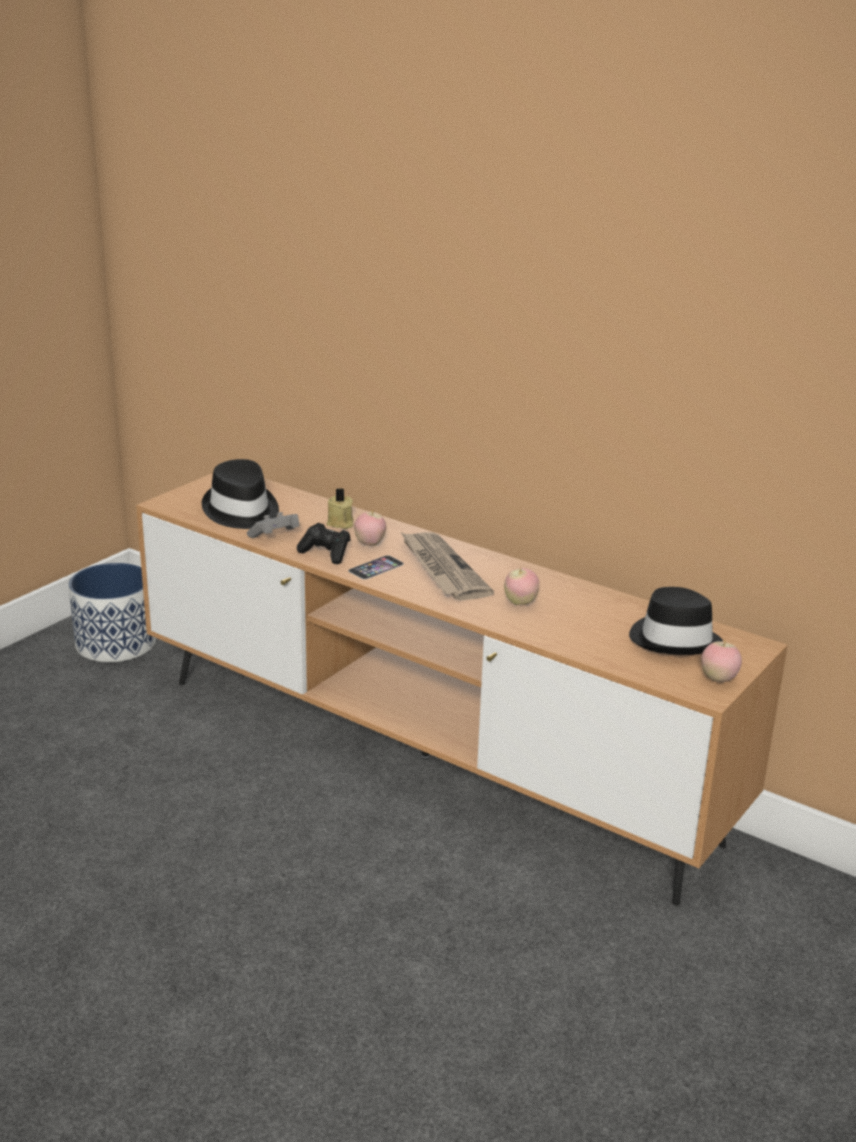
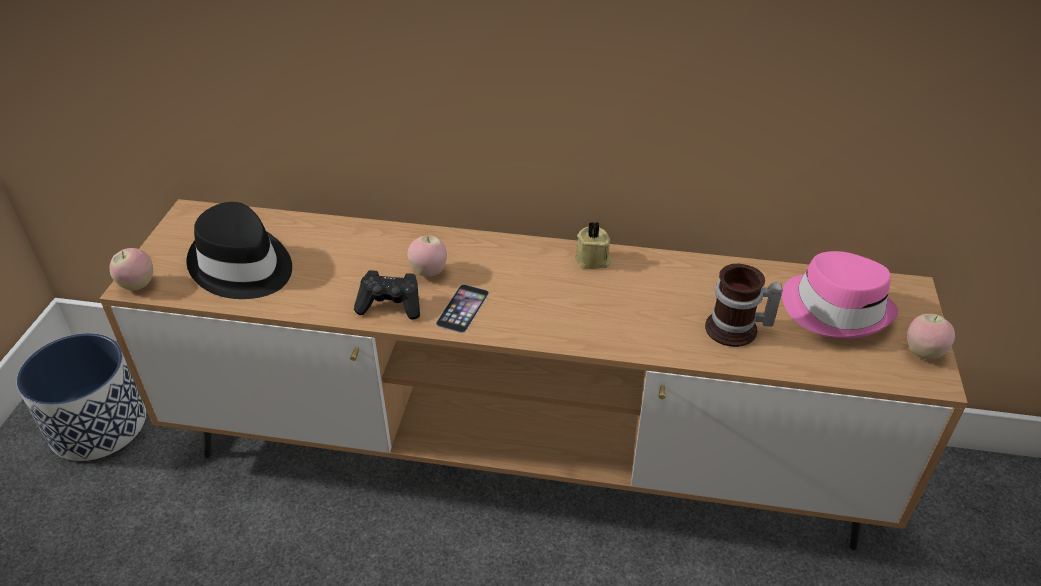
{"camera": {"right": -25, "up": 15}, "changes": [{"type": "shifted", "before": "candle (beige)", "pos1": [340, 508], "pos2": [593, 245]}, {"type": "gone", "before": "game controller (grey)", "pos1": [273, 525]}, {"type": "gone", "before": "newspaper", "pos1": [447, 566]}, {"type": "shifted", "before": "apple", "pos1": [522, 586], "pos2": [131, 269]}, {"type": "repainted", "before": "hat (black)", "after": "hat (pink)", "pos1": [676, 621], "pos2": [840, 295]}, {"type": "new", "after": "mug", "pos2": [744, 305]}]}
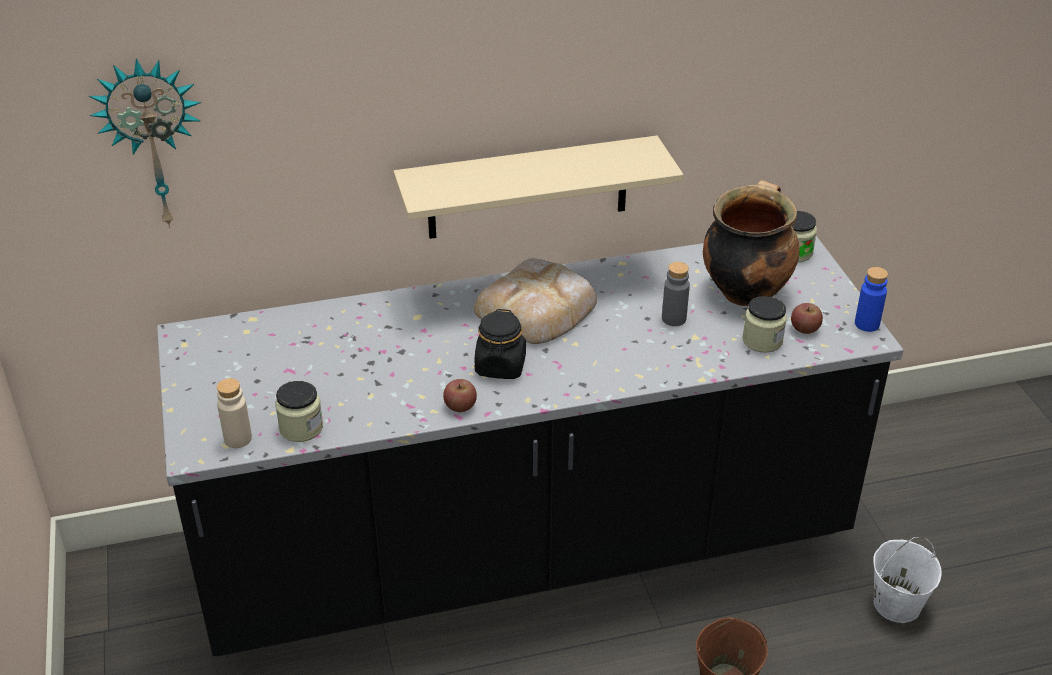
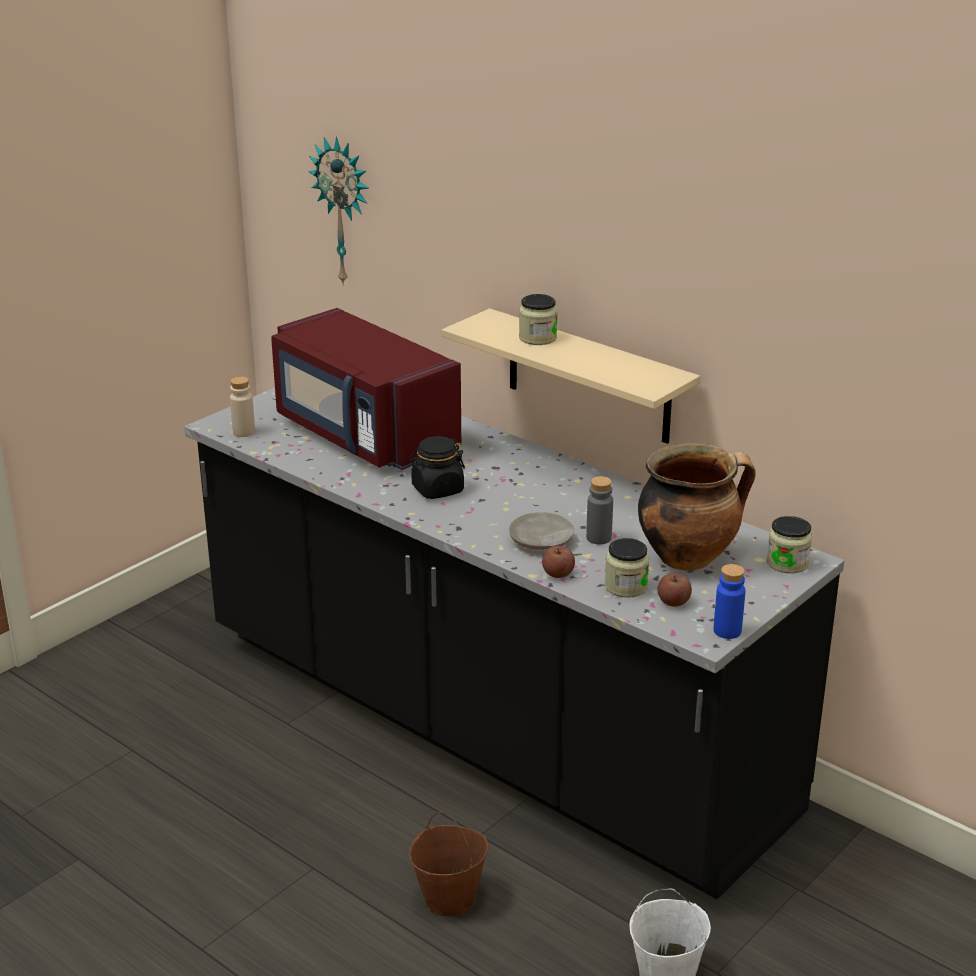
{"camera": {"right": 55, "up": -10}, "changes": [{"type": "gone", "before": "bread", "pos1": [535, 301]}, {"type": "shifted", "before": "apple", "pos1": [460, 395], "pos2": [558, 562]}, {"type": "shifted", "before": "jar", "pos1": [299, 411], "pos2": [538, 319]}, {"type": "new", "after": "microwave (red)", "pos2": [366, 389]}, {"type": "new", "after": "plate (beige)", "pos2": [541, 531]}]}
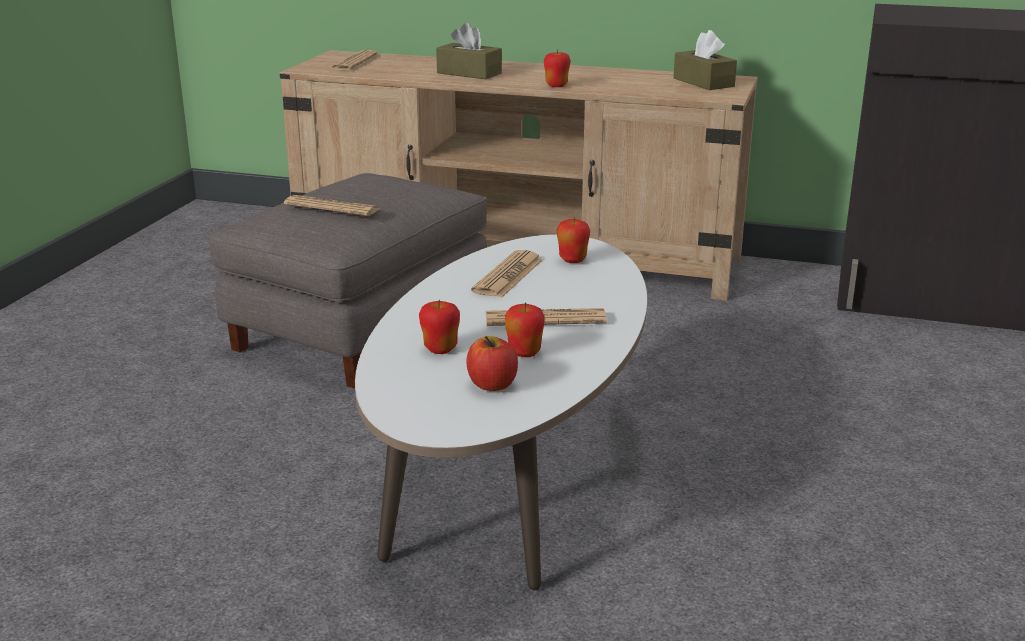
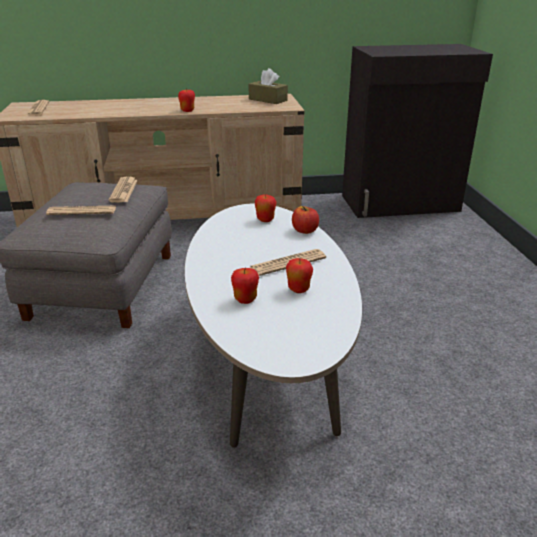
{"camera": {"right": -25, "up": 5}, "changes": [{"type": "gone", "before": "tissue box (brown)", "pos1": [469, 51]}, {"type": "shifted", "before": "newspaper", "pos1": [507, 273], "pos2": [123, 189]}, {"type": "shifted", "before": "apple", "pos1": [492, 363], "pos2": [305, 220]}]}
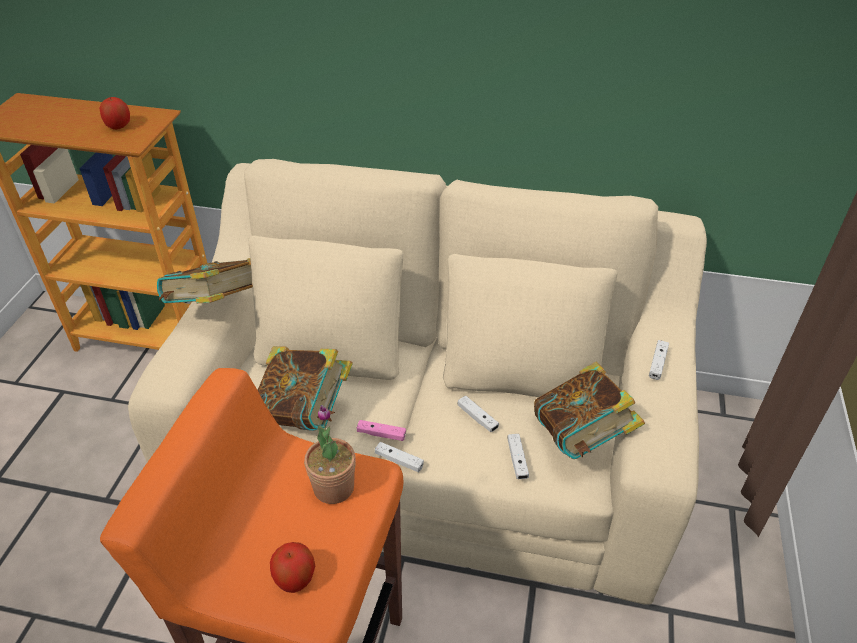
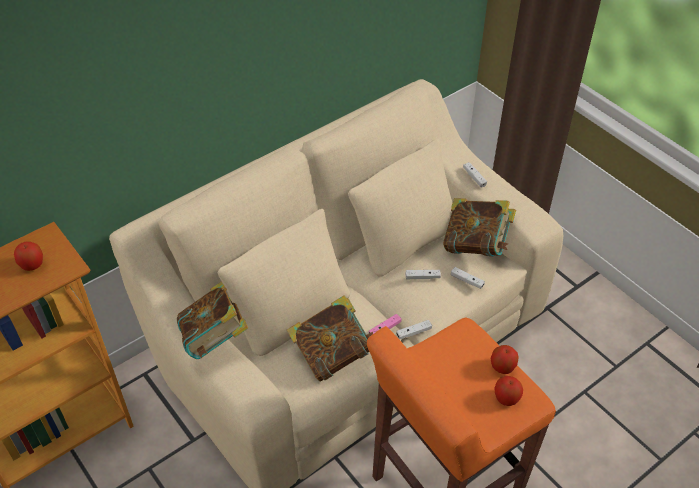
{"camera": {"right": -50, "up": 5}, "changes": [{"type": "gone", "before": "potted plant", "pos1": [330, 454]}, {"type": "new", "after": "apple", "pos2": [504, 359]}]}
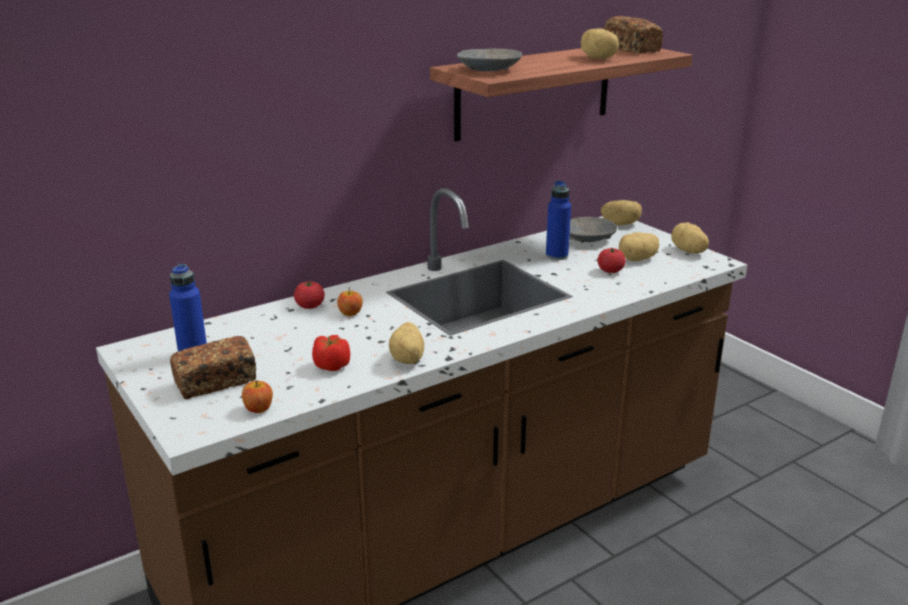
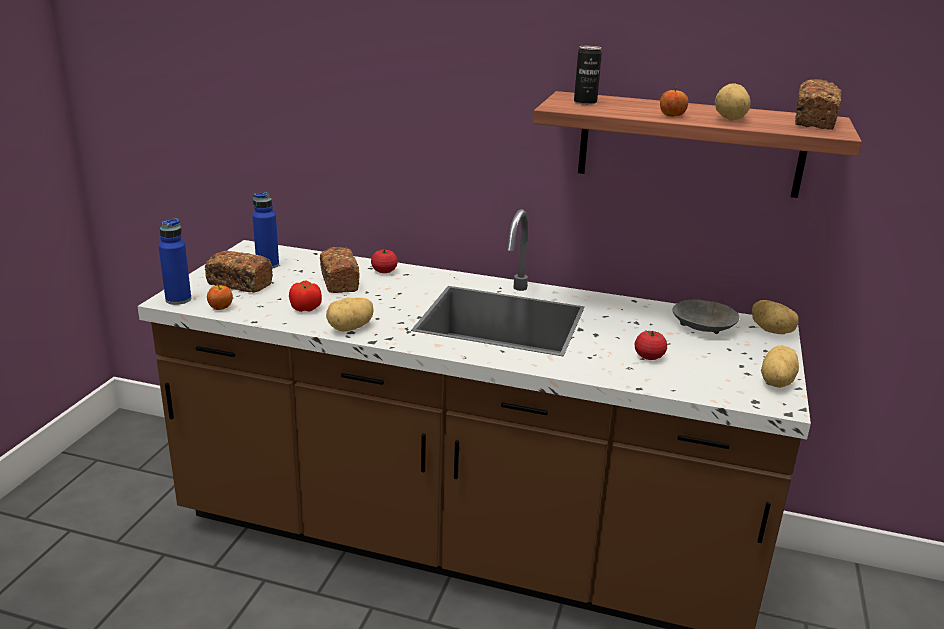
{"camera": {"right": 50, "up": 0}, "changes": [{"type": "swapped", "before": "bowl (grey)", "after": "can", "pos1": [489, 59], "pos2": [588, 75]}, {"type": "shifted", "before": "bottle (blue)", "pos1": [558, 220], "pos2": [174, 262]}, {"type": "gone", "before": "potato", "pos1": [639, 246]}, {"type": "shifted", "before": "apple", "pos1": [350, 301], "pos2": [674, 101]}, {"type": "new", "after": "bread", "pos2": [340, 270]}]}
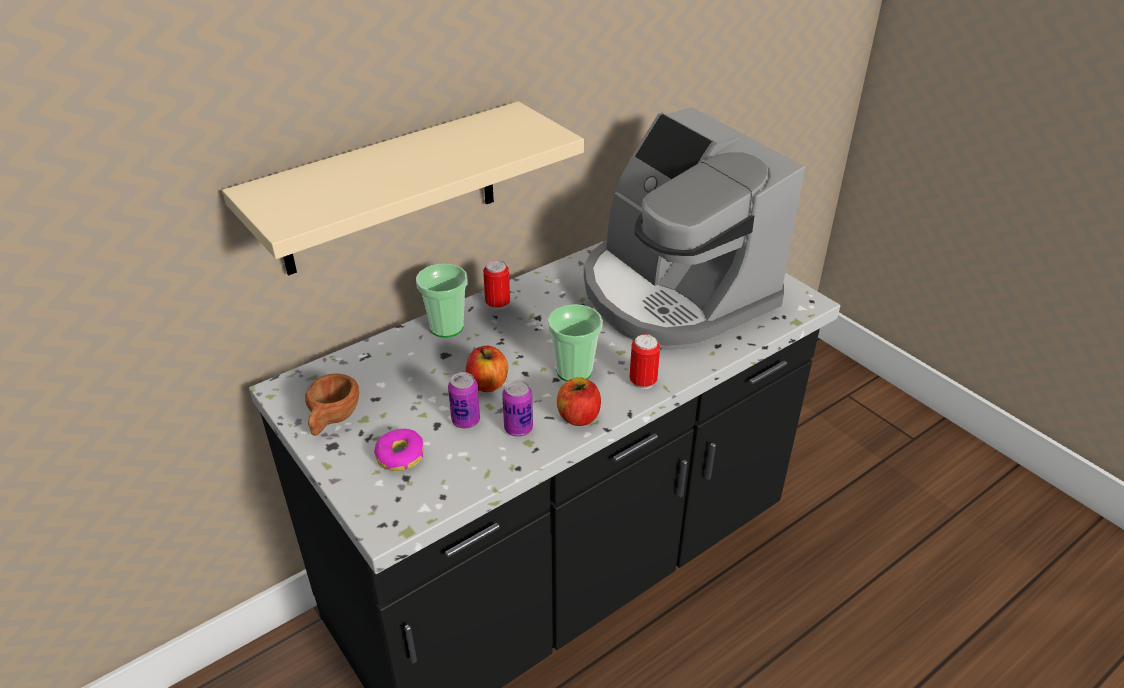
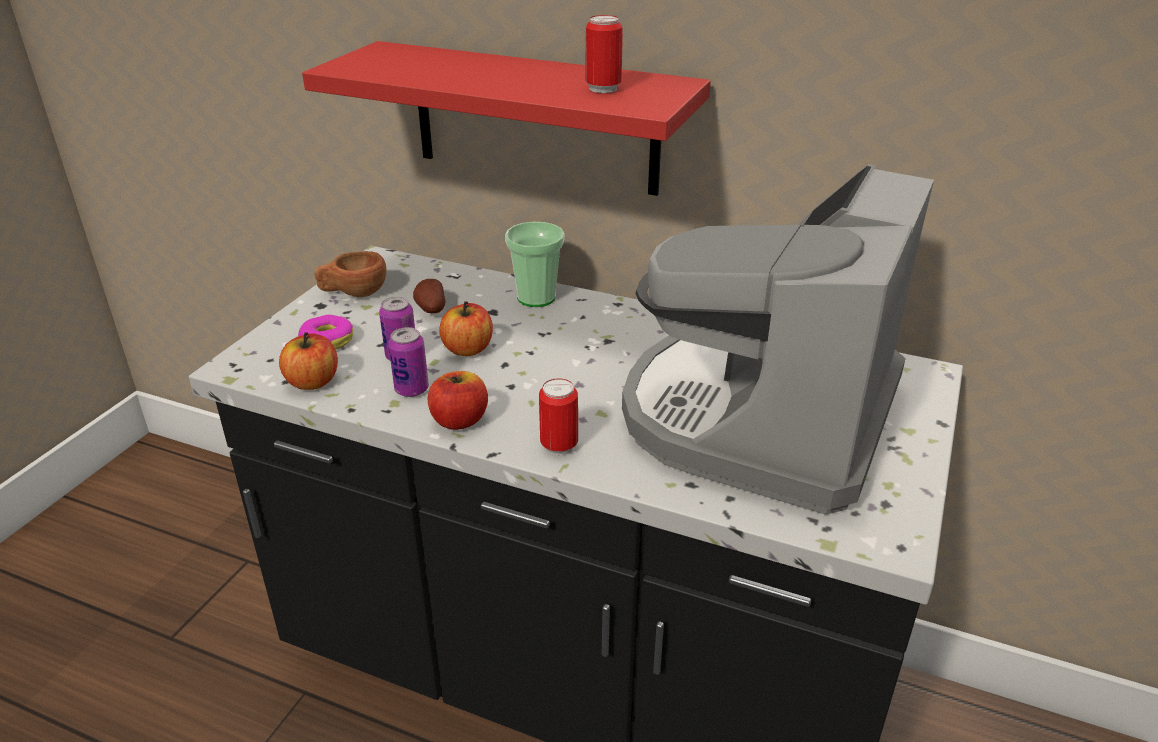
{"camera": {"right": 60, "up": -5}, "changes": [{"type": "repainted", "before": "shelf (beige)", "after": "shelf (red)", "pos1": [403, 188], "pos2": [506, 118]}, {"type": "shifted", "before": "can", "pos1": [496, 285], "pos2": [604, 54]}, {"type": "gone", "before": "cup", "pos1": [575, 343]}, {"type": "new", "after": "potato", "pos2": [429, 296]}, {"type": "new", "after": "apple", "pos2": [308, 361]}]}
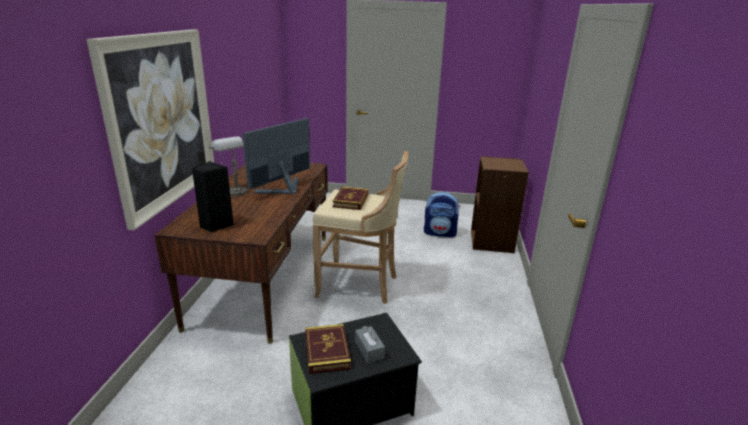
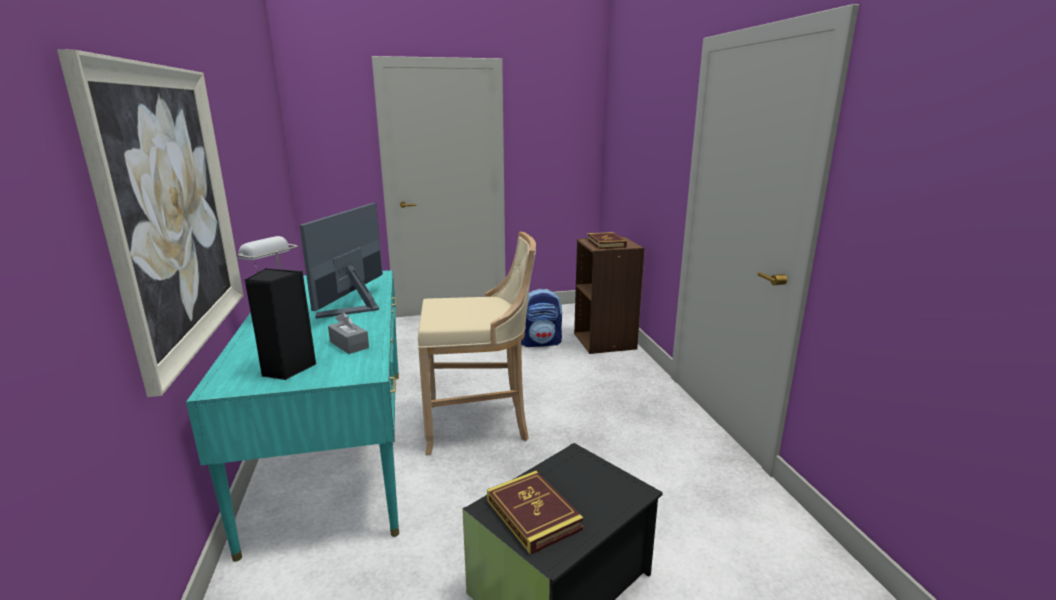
{"camera": {"right": -20, "up": -5}, "changes": [{"type": "repainted", "before": "desk (brown)", "after": "desk (turquoise)", "pos1": [241, 253], "pos2": [292, 416]}, {"type": "shifted", "before": "book", "pos1": [351, 198], "pos2": [607, 240]}, {"type": "shifted", "before": "tissue box (grey)", "pos1": [370, 344], "pos2": [348, 333]}]}
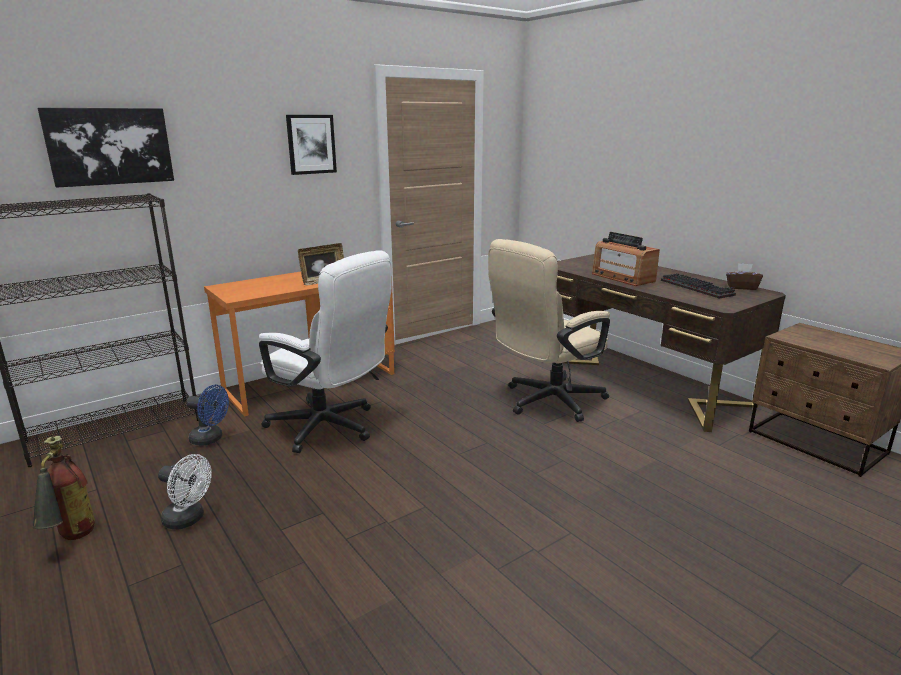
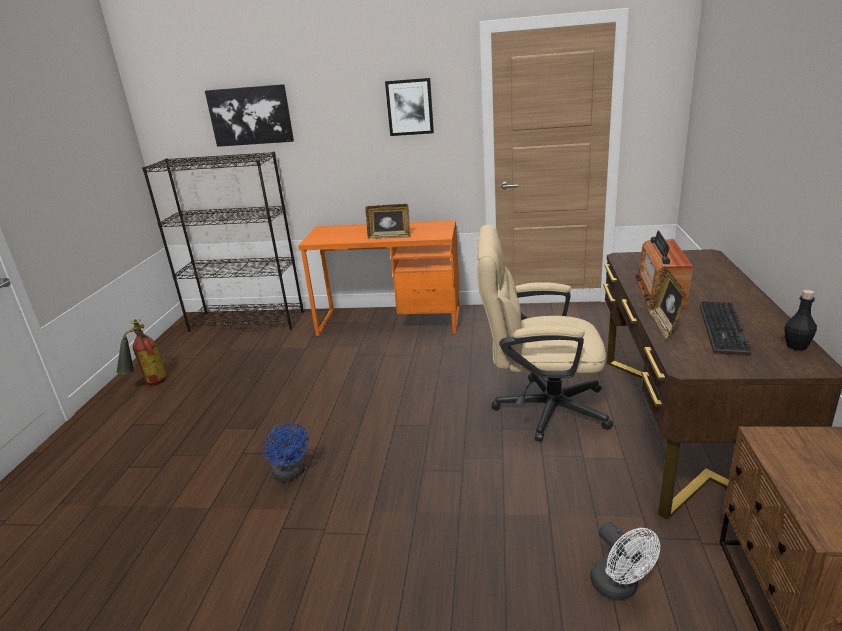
{"camera": {"right": 45, "up": 5}, "changes": [{"type": "gone", "before": "office chair (white)", "pos1": [325, 351]}, {"type": "swapped", "before": "tissue box (brown)", "after": "bottle (black)", "pos1": [744, 276], "pos2": [801, 320]}, {"type": "shifted", "before": "fan (blue)", "pos1": [207, 415], "pos2": [286, 452]}, {"type": "shifted", "before": "fan (white)", "pos1": [185, 492], "pos2": [625, 561]}, {"type": "new", "after": "picture frame", "pos2": [667, 303]}]}
